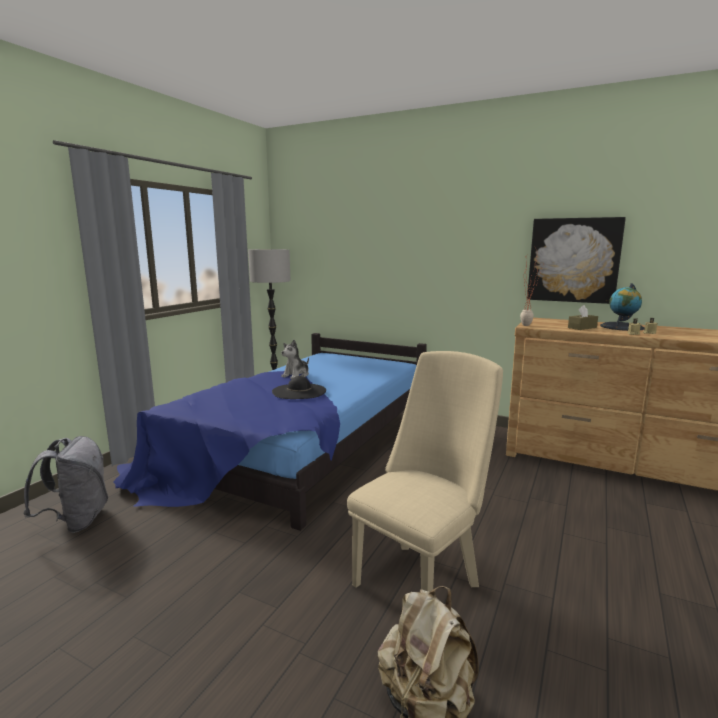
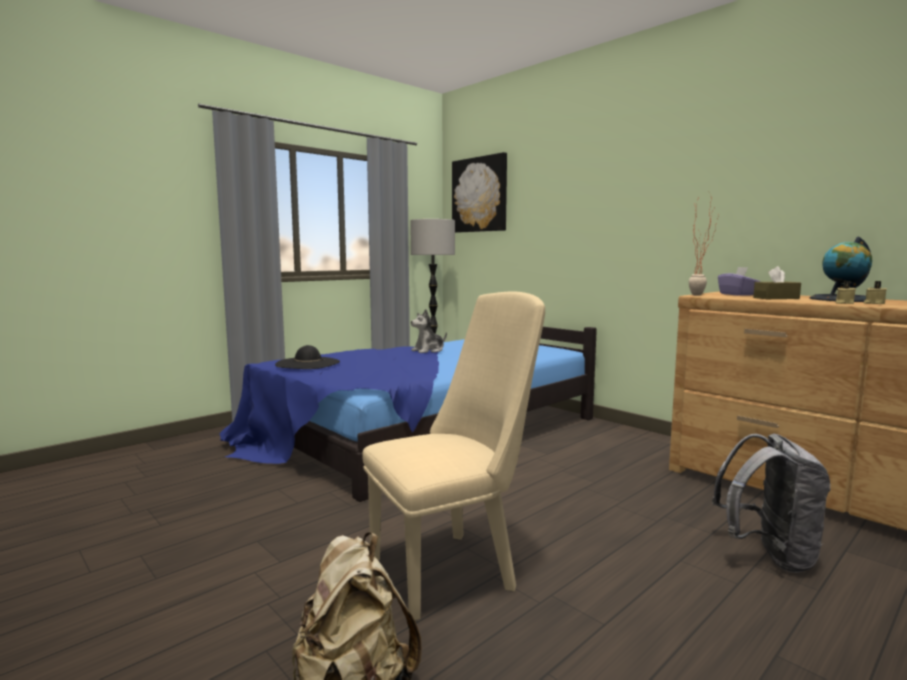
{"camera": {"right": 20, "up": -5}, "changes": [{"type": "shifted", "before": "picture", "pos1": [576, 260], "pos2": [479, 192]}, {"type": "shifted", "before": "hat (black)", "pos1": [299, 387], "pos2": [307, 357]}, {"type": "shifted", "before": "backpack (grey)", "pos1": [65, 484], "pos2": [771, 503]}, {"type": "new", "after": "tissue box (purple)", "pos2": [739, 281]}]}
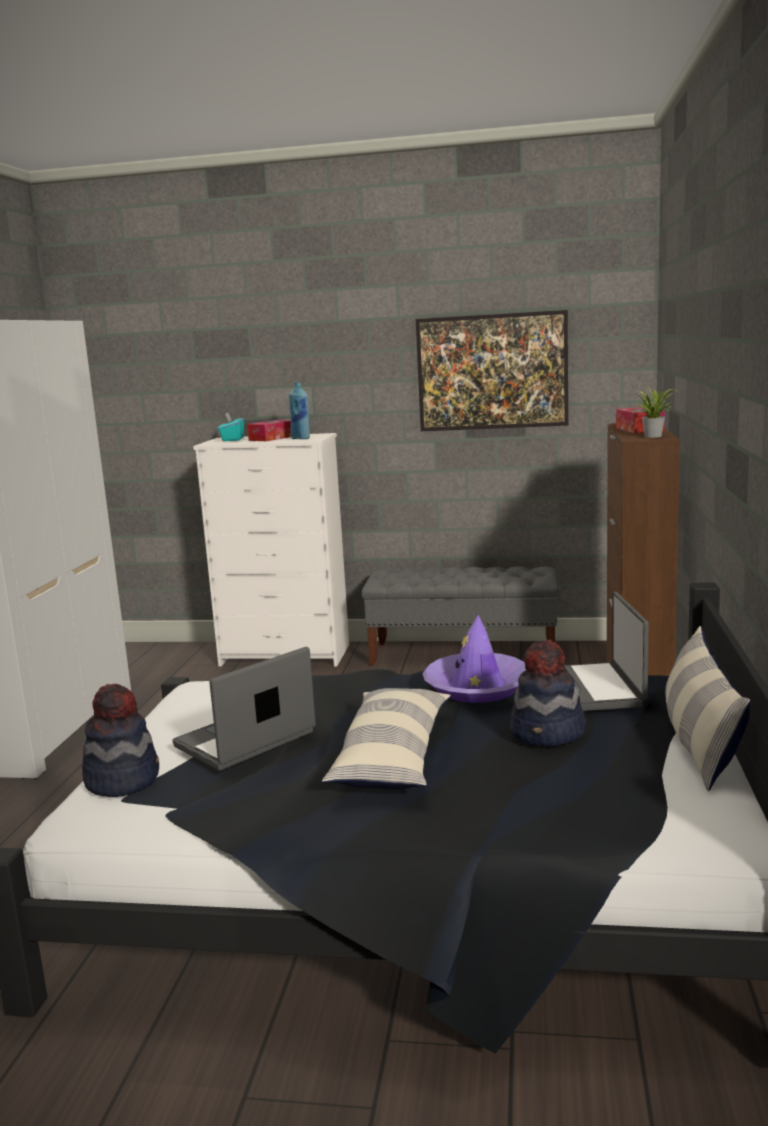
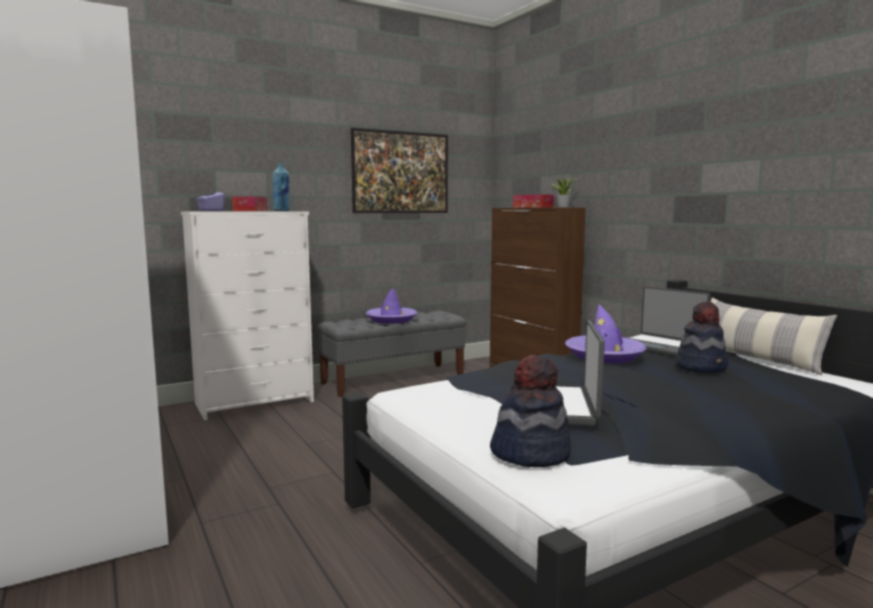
{"camera": {"right": -40, "up": -5}, "changes": [{"type": "repainted", "before": "tissue box (turquoise)", "after": "tissue box (purple)", "pos1": [231, 427], "pos2": [210, 198]}, {"type": "gone", "before": "pillow", "pos1": [386, 738]}, {"type": "new", "after": "hat (purple)", "pos2": [391, 305]}]}
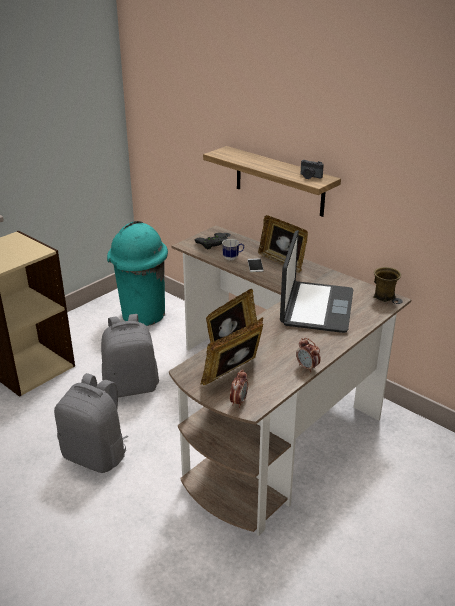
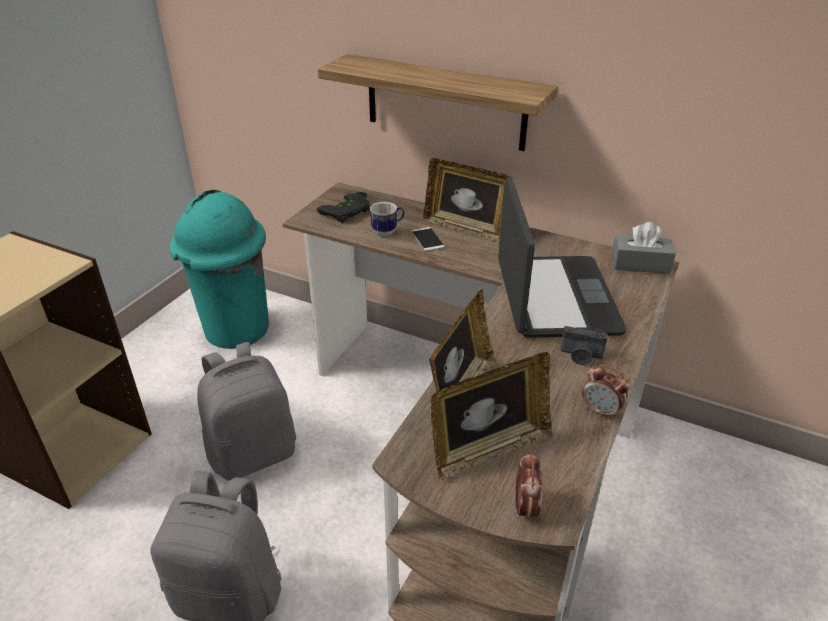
{"camera": {"right": -15, "up": 5}, "changes": [{"type": "shifted", "before": "photo camera", "pos1": [312, 169], "pos2": [584, 345]}, {"type": "swapped", "before": "mug (brown)", "after": "tissue box (grey)", "pos1": [387, 284], "pos2": [644, 248]}, {"type": "rotated", "before": "picture frame", "pos1": [232, 351], "pos2": [492, 416], "turn": -150}]}
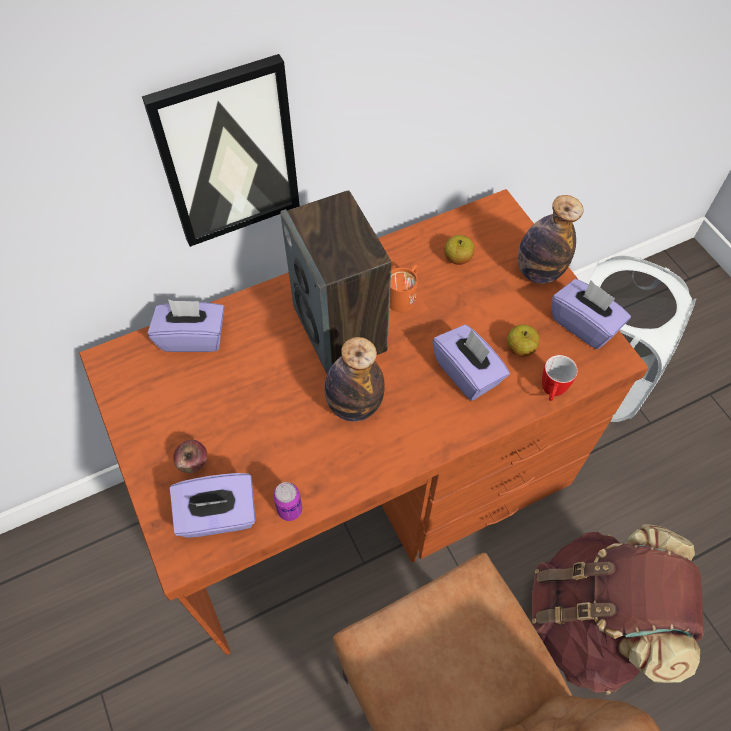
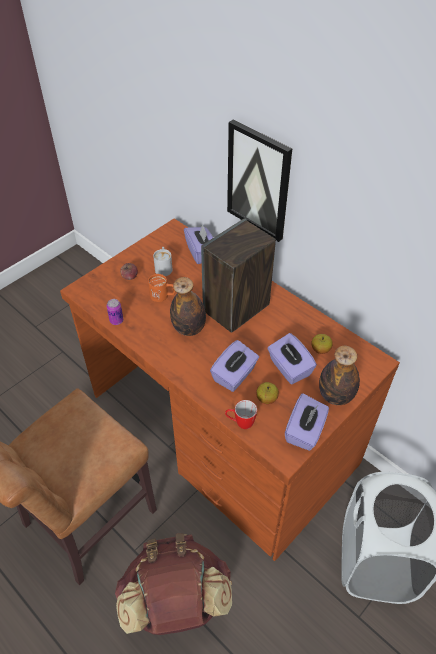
{"camera": {"right": 70, "up": -10}, "changes": [{"type": "shifted", "before": "mug (orange)", "pos1": [404, 288], "pos2": [161, 288]}, {"type": "shifted", "before": "tissue box (purple)", "pos1": [213, 505], "pos2": [292, 358]}, {"type": "new", "after": "mug (white)", "pos2": [162, 261]}]}
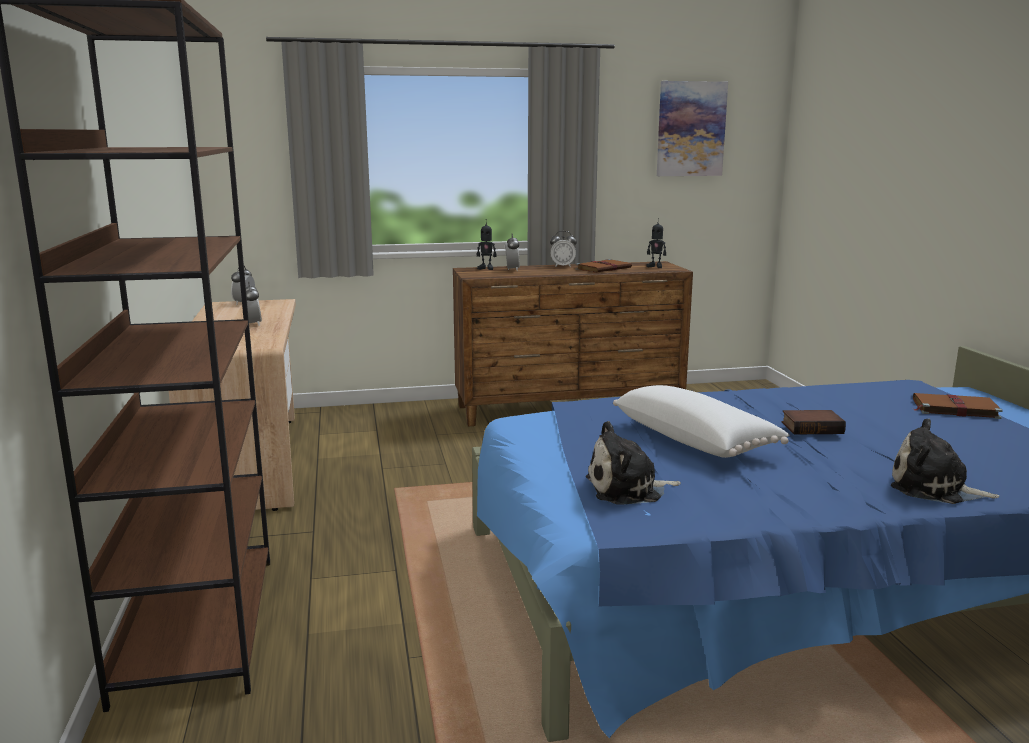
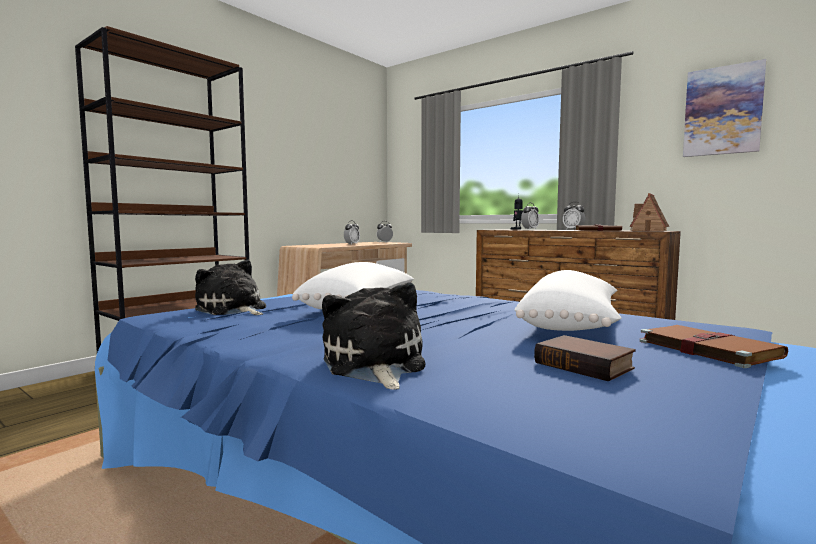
{"camera": {"right": 50, "up": -10}, "changes": [{"type": "swapped", "before": "toy robot", "after": "toy house", "pos1": [656, 245], "pos2": [649, 212]}, {"type": "shifted", "before": "book", "pos1": [814, 422], "pos2": [585, 358]}, {"type": "new", "after": "pillow (white)", "pos2": [567, 300]}]}
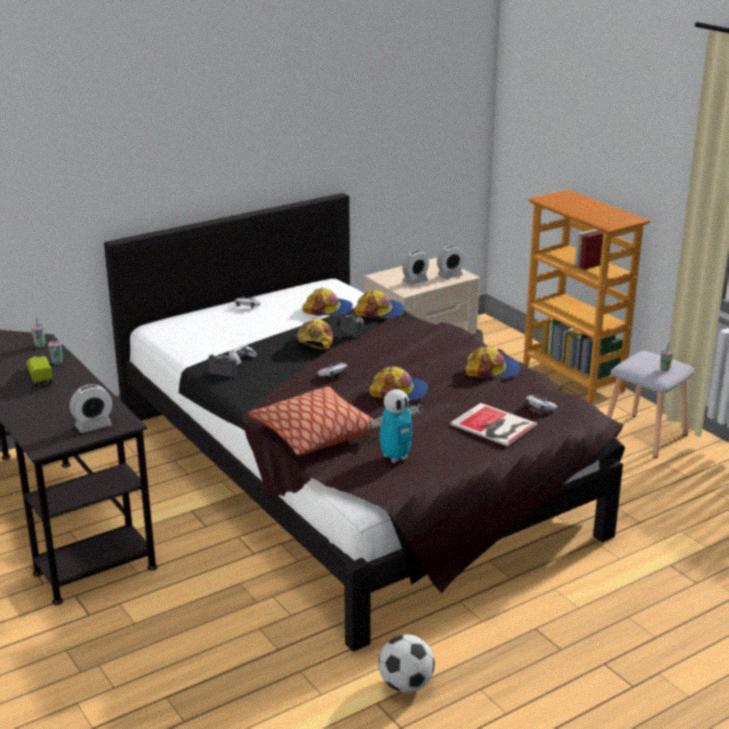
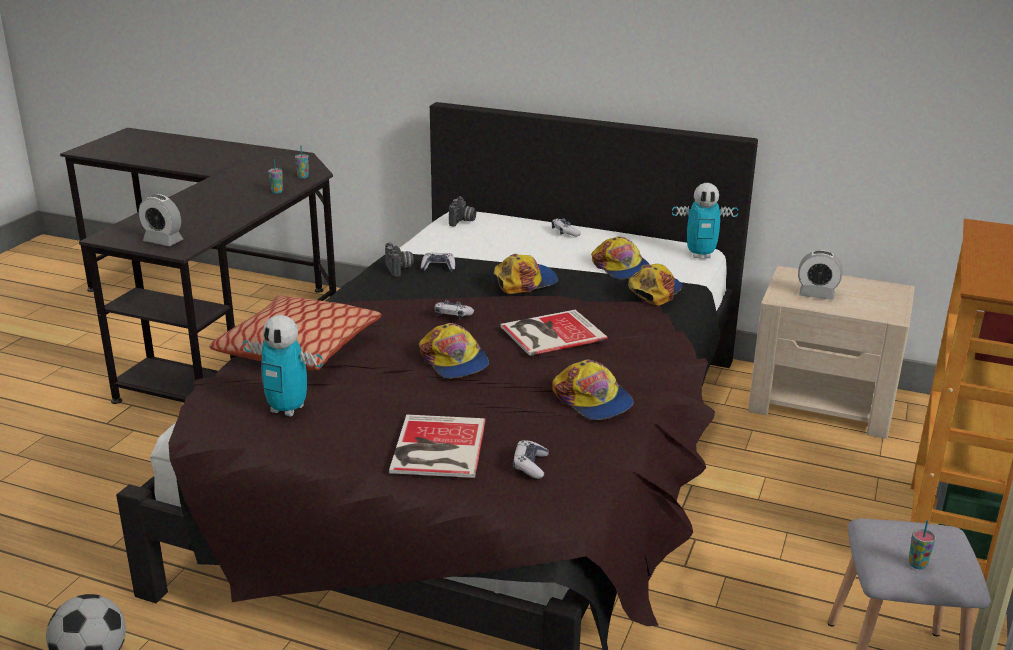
{"camera": {"right": 55, "up": 0}, "changes": [{"type": "gone", "before": "alarm clock", "pos1": [451, 262]}, {"type": "rotated", "before": "cap", "pos1": [379, 304], "pos2": [655, 284], "turn": -120}, {"type": "shifted", "before": "photo camera", "pos1": [352, 325], "pos2": [462, 211]}, {"type": "gone", "before": "toy truck", "pos1": [40, 371]}, {"type": "new", "after": "toy robot", "pos2": [705, 220]}, {"type": "new", "after": "book", "pos2": [554, 333]}]}
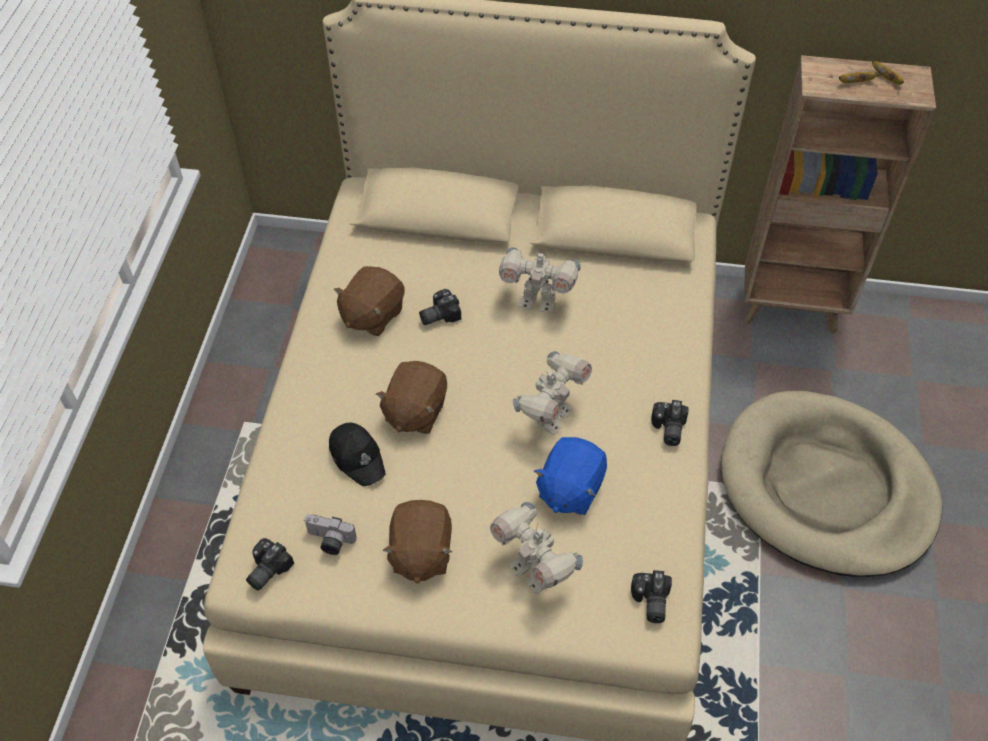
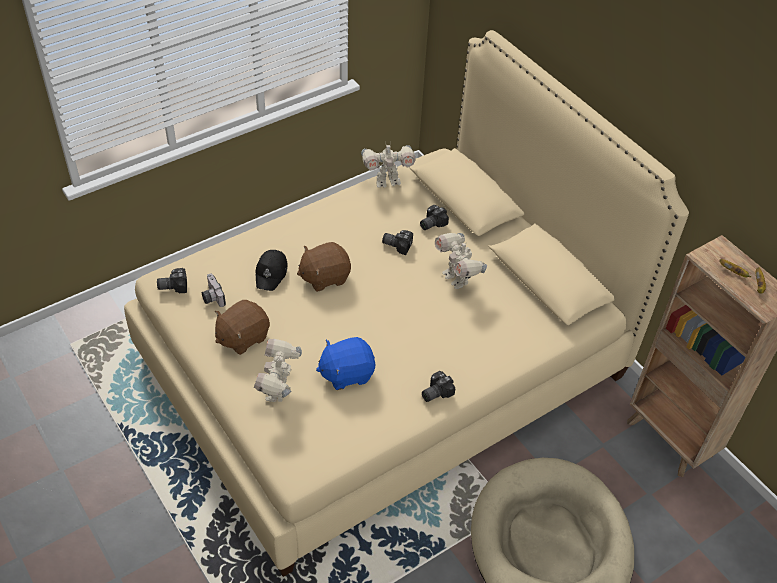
{"camera": {"right": 45, "up": -5}, "changes": [{"type": "gone", "before": "plush toy (brown)", "pos1": [369, 301]}, {"type": "shifted", "before": "toy robot", "pos1": [552, 393], "pos2": [388, 165]}, {"type": "shifted", "before": "photo camera", "pos1": [651, 596], "pos2": [434, 217]}]}
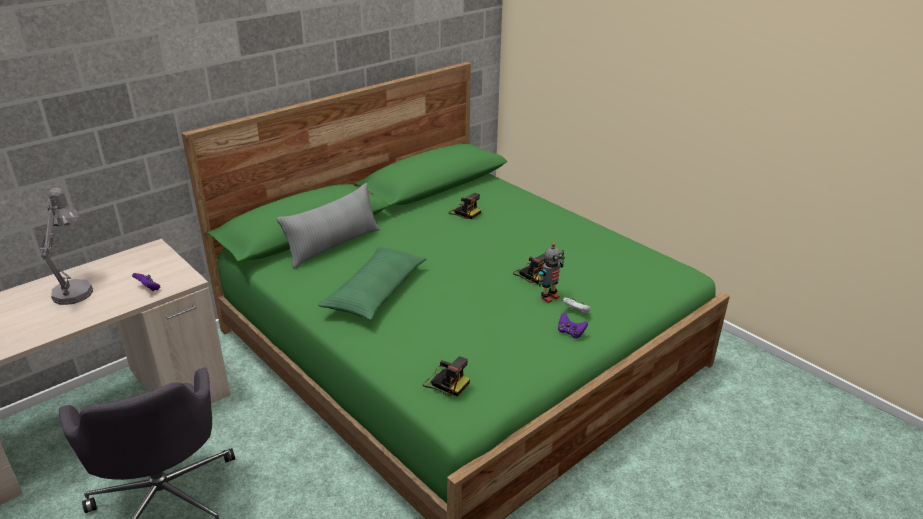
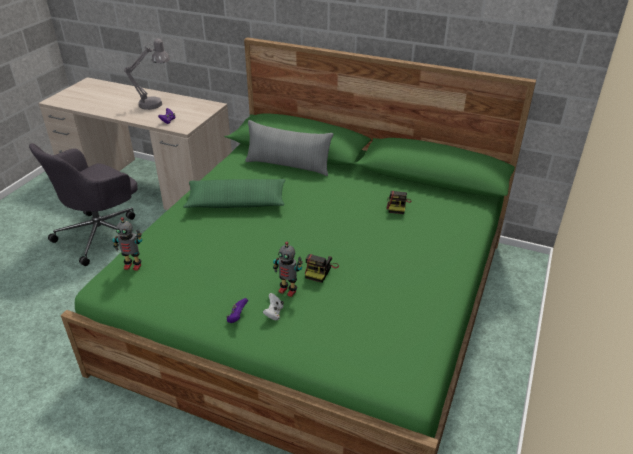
{"camera": {"right": 65, "up": 5}, "changes": [{"type": "swapped", "before": "photo camera", "after": "toy robot", "pos1": [446, 376], "pos2": [127, 244]}]}
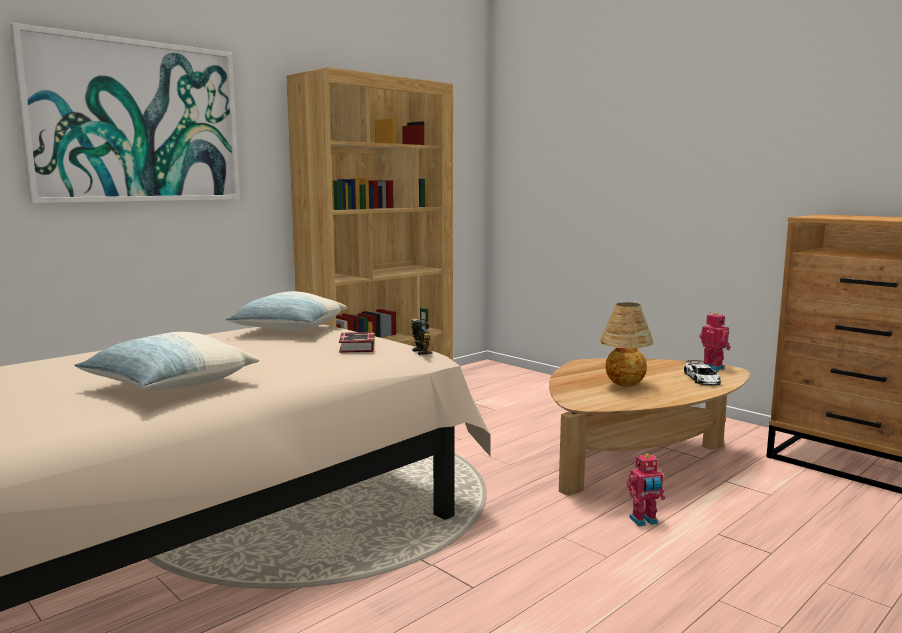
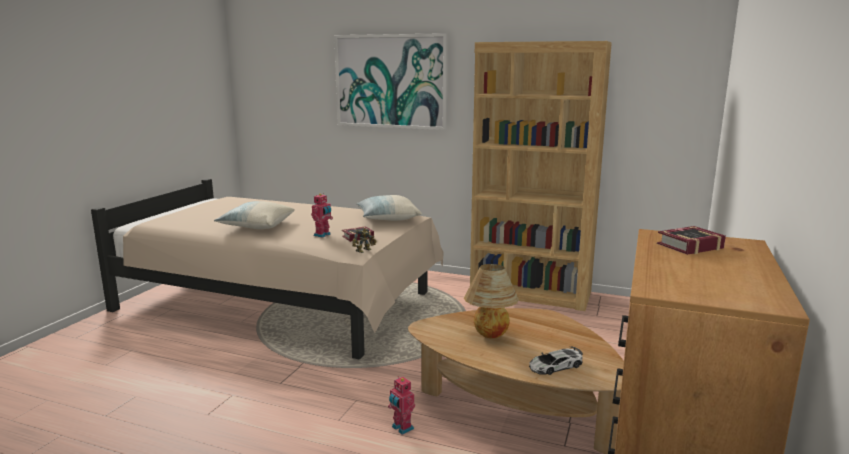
{"camera": {"right": 65, "up": 5}, "changes": [{"type": "shifted", "before": "toy robot", "pos1": [715, 341], "pos2": [322, 215]}, {"type": "new", "after": "book", "pos2": [691, 240]}]}
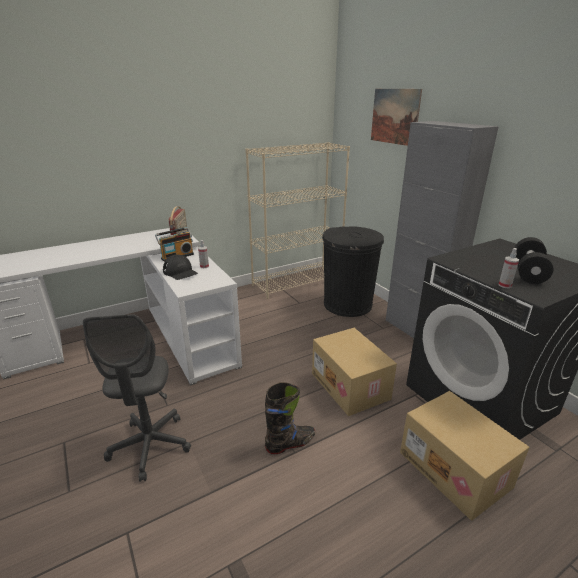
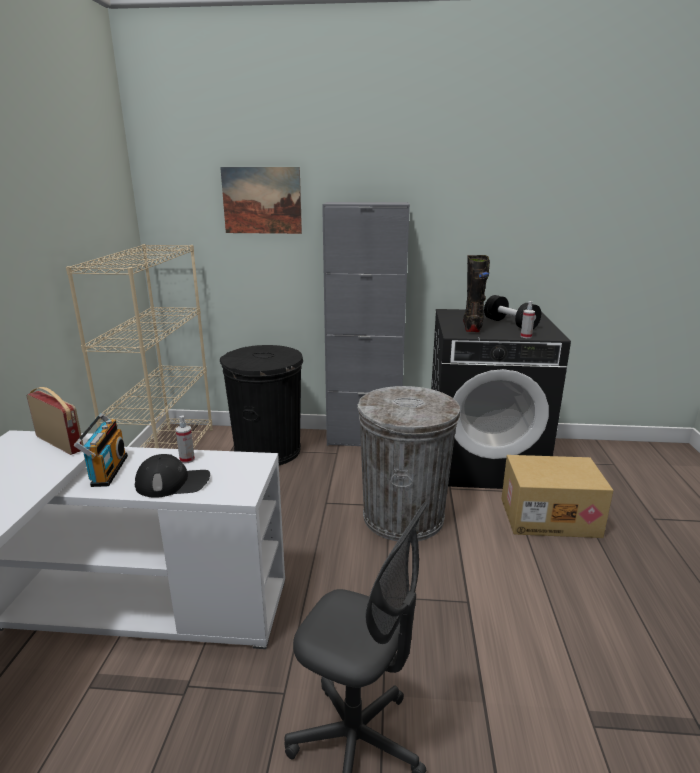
{"camera": {"right": -55, "up": -5}, "changes": [{"type": "swapped", "before": "cardboard box", "after": "trash can (grey)", "pos1": [354, 372], "pos2": [408, 463]}, {"type": "shifted", "before": "boot (black)", "pos1": [290, 418], "pos2": [476, 293]}]}
